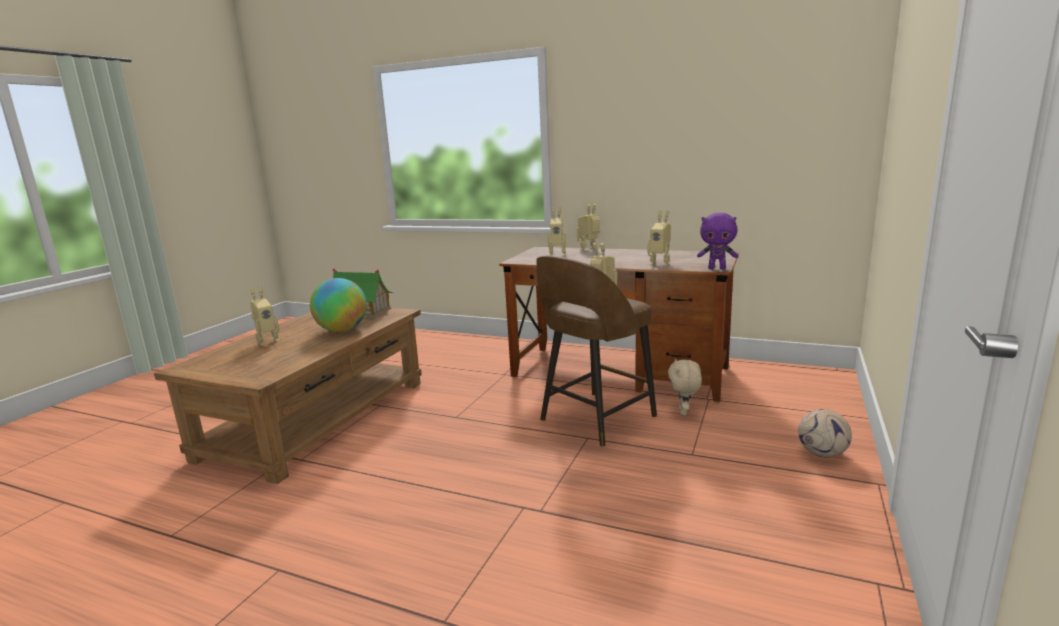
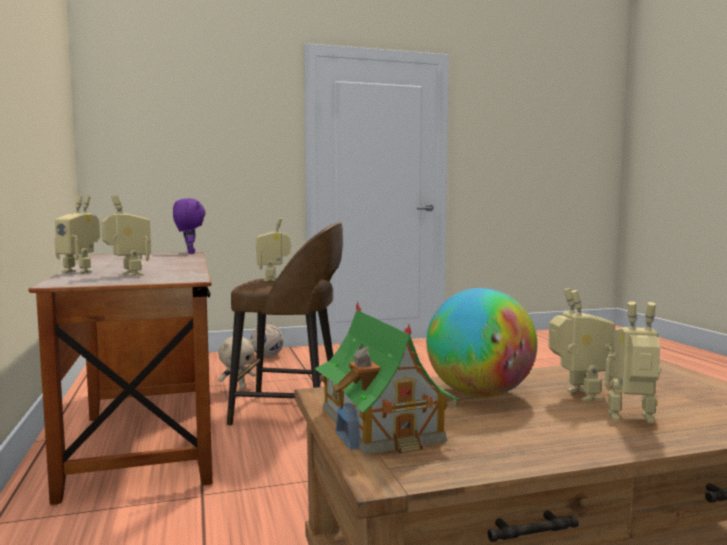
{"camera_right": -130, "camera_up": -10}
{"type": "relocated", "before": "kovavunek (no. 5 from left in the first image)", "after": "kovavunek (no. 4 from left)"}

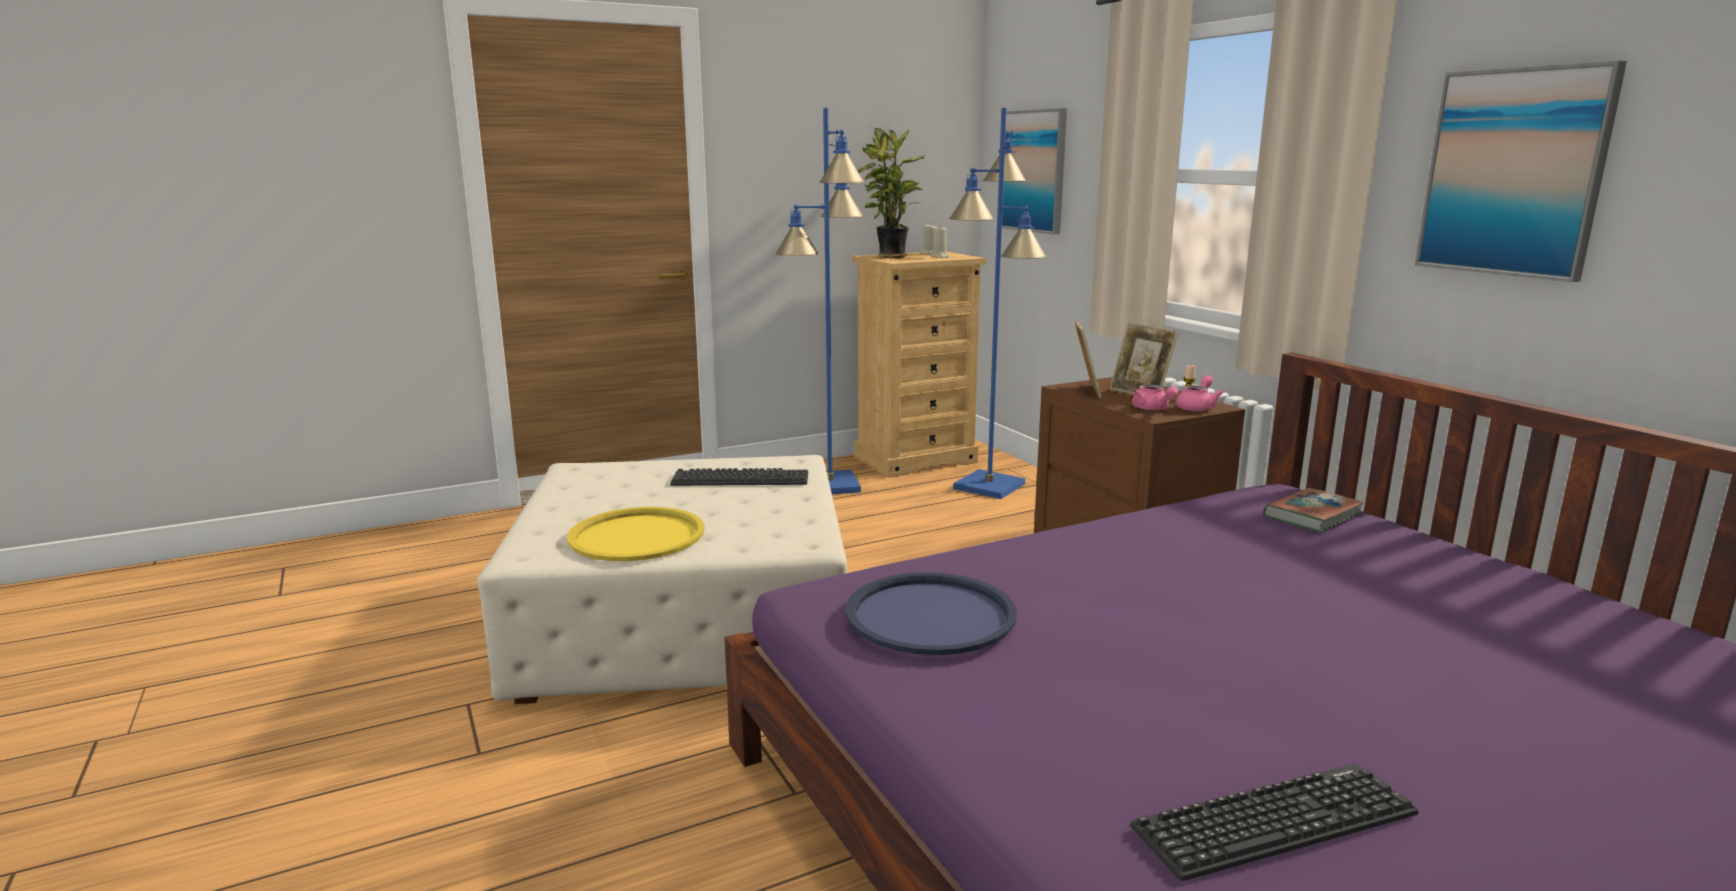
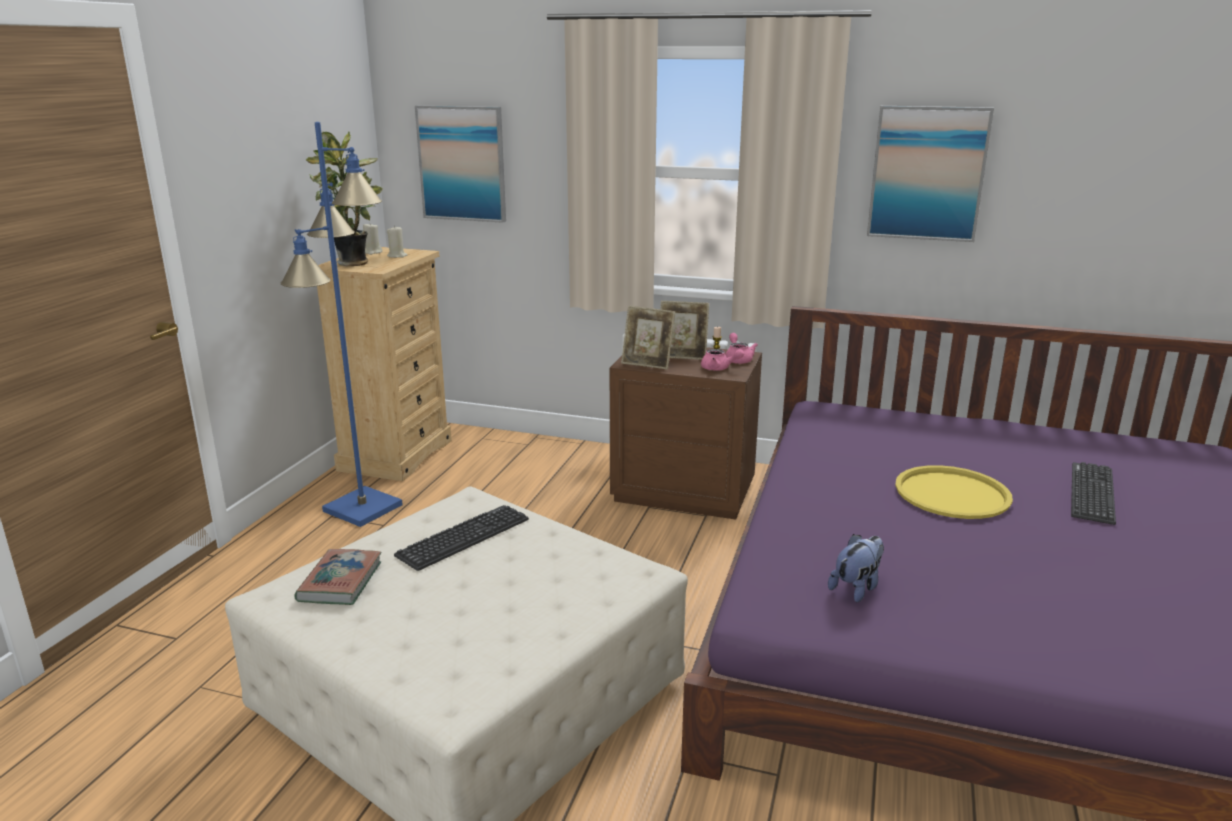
{"camera_right": -45, "camera_up": 5}
{"type": "relocated", "before": "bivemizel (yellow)"}
{"type": "exchanged", "before": "bivemizel (blue)", "after": "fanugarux"}
{"type": "missing", "before": "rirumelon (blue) (no. 2 from left)"}
{"type": "spun", "before": "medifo (no. 1 from left)", "turn": 150}
{"type": "relocated", "before": "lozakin (no. 2 from left)"}
{"type": "relocated", "before": "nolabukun"}

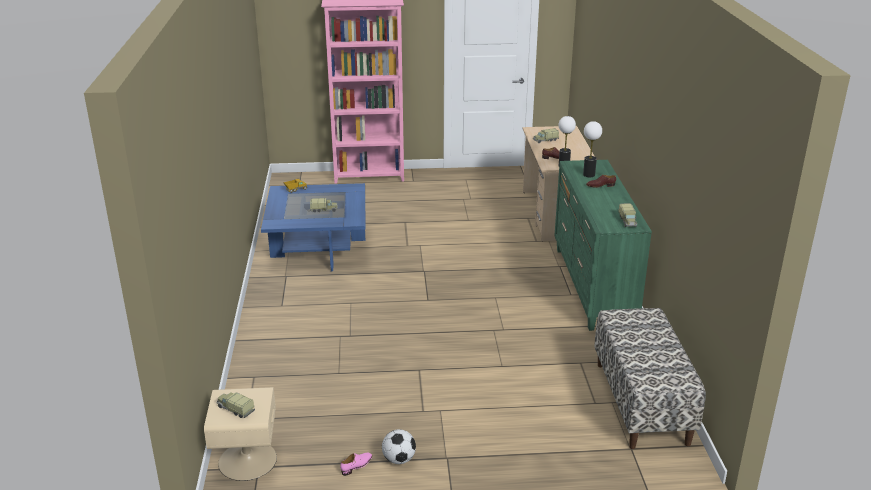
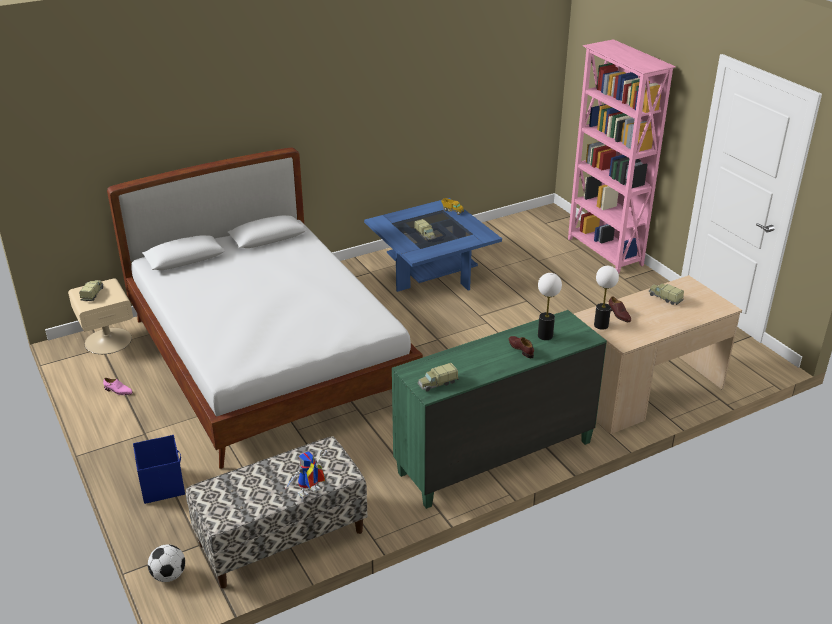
{"camera_right": 65, "camera_up": 5}
{"type": "relocated", "before": "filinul"}
{"type": "appeared", "after": "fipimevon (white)"}
{"type": "appeared", "after": "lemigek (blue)"}
{"type": "appeared", "after": "kovavunek"}

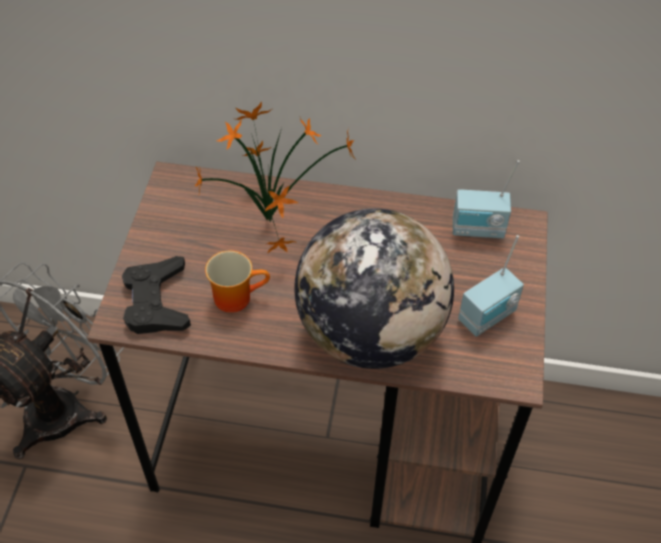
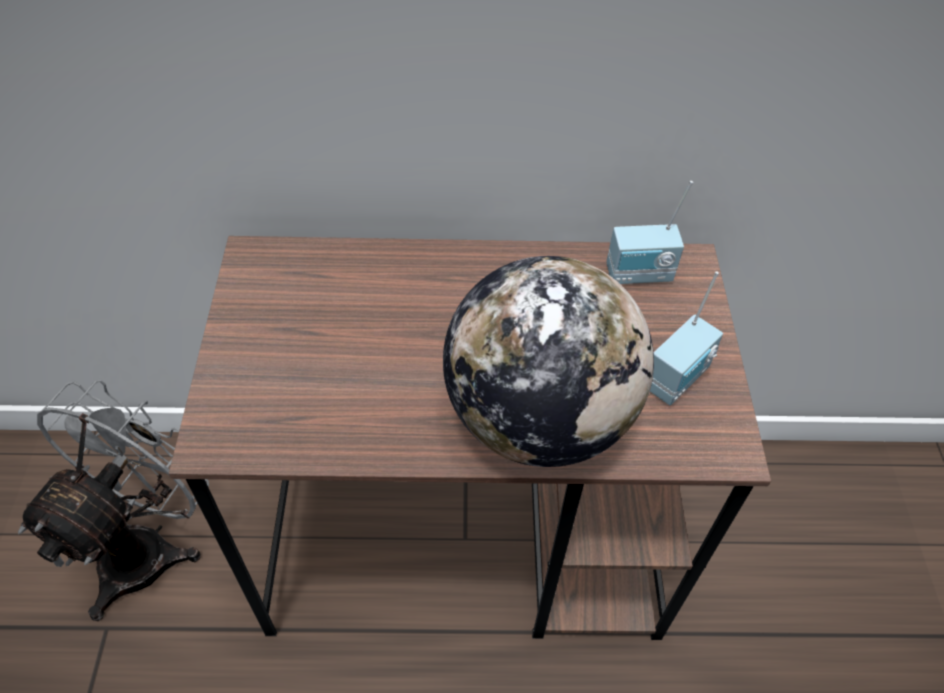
{"camera_right": -10, "camera_up": 0}
{"type": "missing", "before": "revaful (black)"}
{"type": "missing", "before": "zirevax"}
{"type": "missing", "before": "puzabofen"}

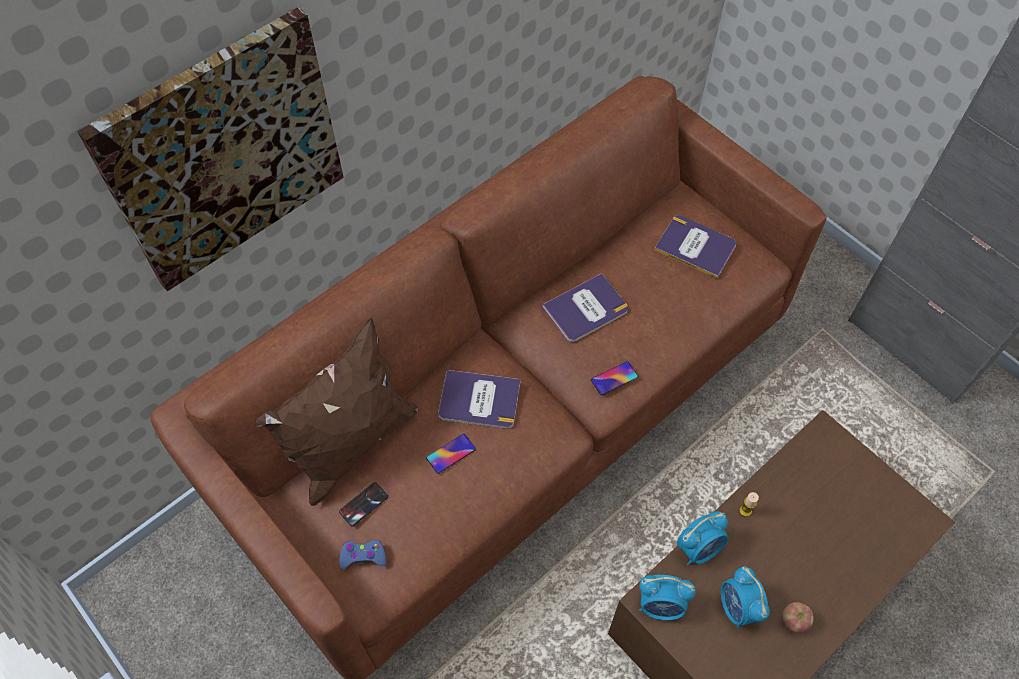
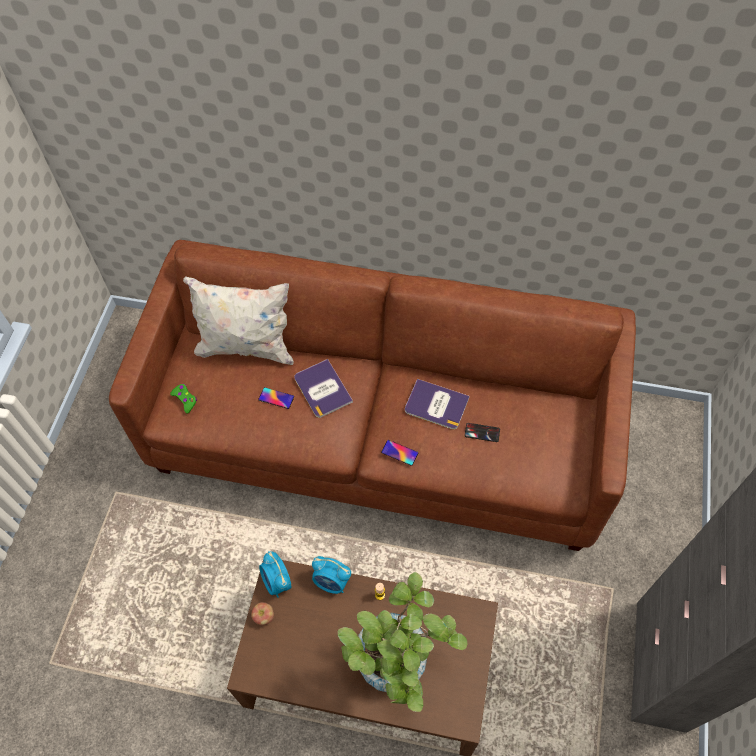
{"camera_right": 55, "camera_up": 0}
{"type": "missing", "before": "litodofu"}
{"type": "colour", "before": "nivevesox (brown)", "after": "nivevesox (white)"}
{"type": "relocated", "before": "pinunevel (no. 1 from left in the first image)", "after": "pinunevel (no. 3 from left)"}
{"type": "colour", "before": "revaful (blue)", "after": "revaful (green)"}
{"type": "missing", "before": "nolabukun (no. 3 from left)"}
{"type": "missing", "before": "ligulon (no. 3 from left)"}
{"type": "relocated", "before": "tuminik"}
{"type": "appeared", "after": "zirevax"}

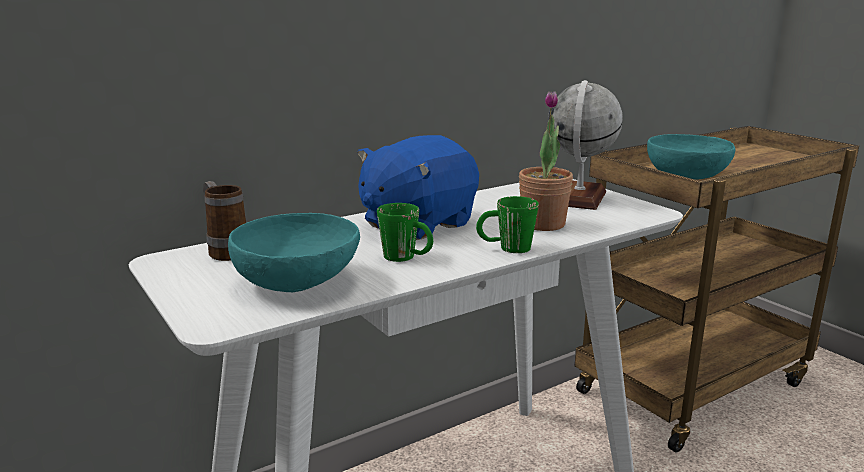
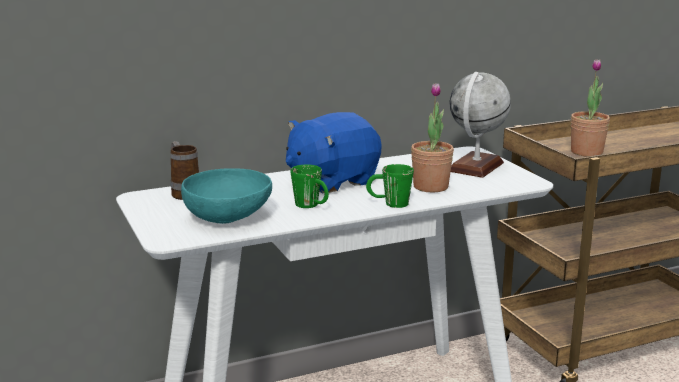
{"camera_right": 10, "camera_up": 0}
{"type": "exchanged", "before": "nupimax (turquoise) (no. 2 from left)", "after": "zirevax (no. 2 from left)"}

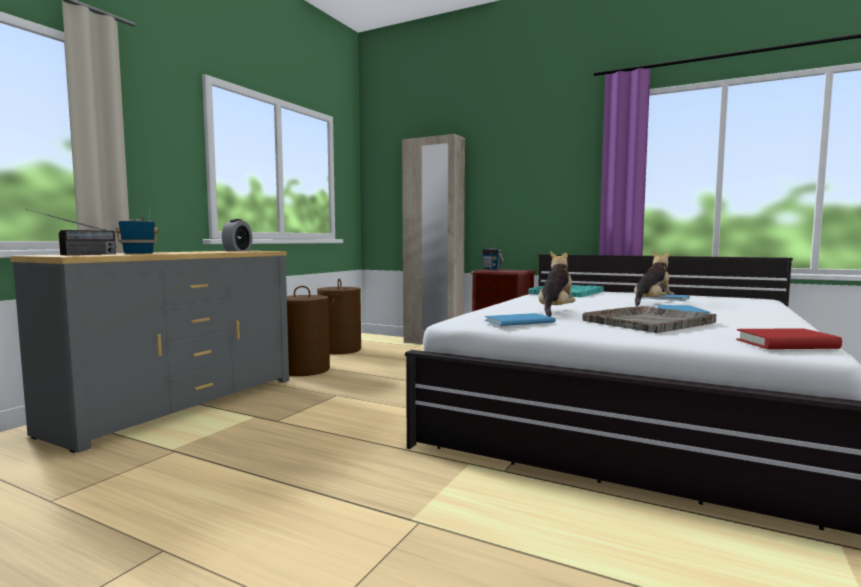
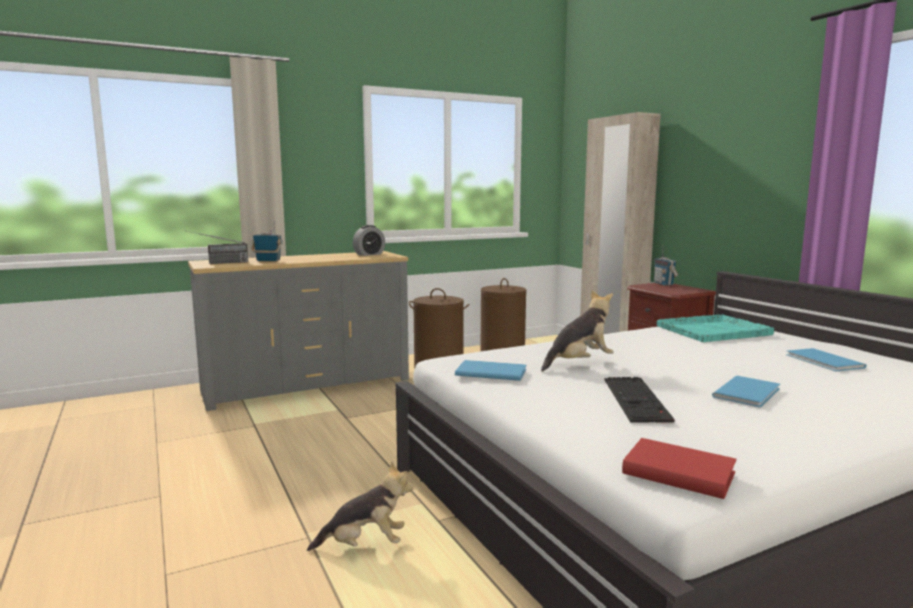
{"camera_right": 35, "camera_up": 5}
{"type": "exchanged", "before": "bivemizel (grey)", "after": "lozakin"}
{"type": "relocated", "before": "fanugarux (no. 2 from left in the first image)", "after": "fanugarux (no. 1 from left)"}

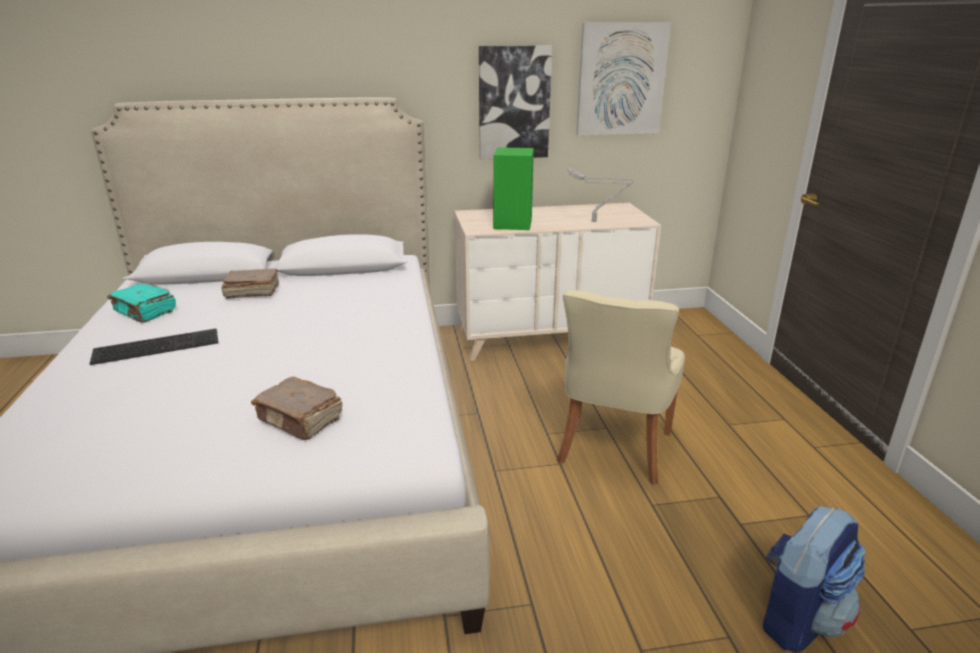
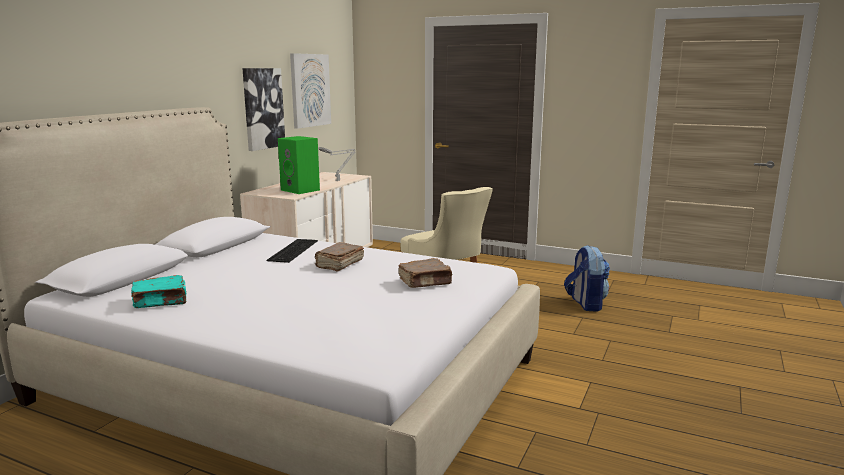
{"camera_right": -55, "camera_up": -10}
{"type": "relocated", "before": "lozakin"}
{"type": "relocated", "before": "nolabukun (brown) (no. 1 from left)"}

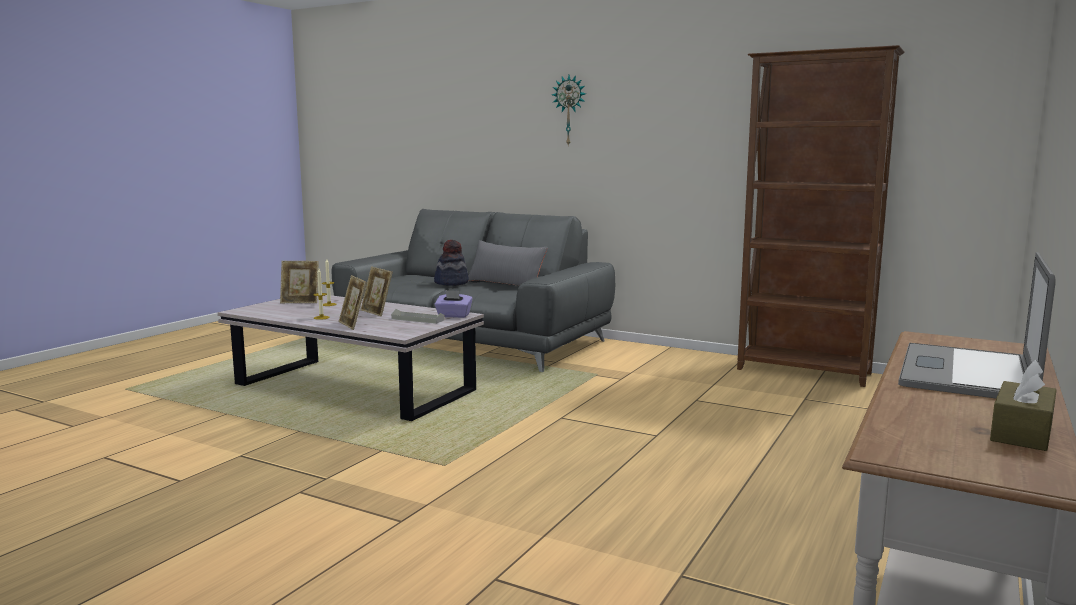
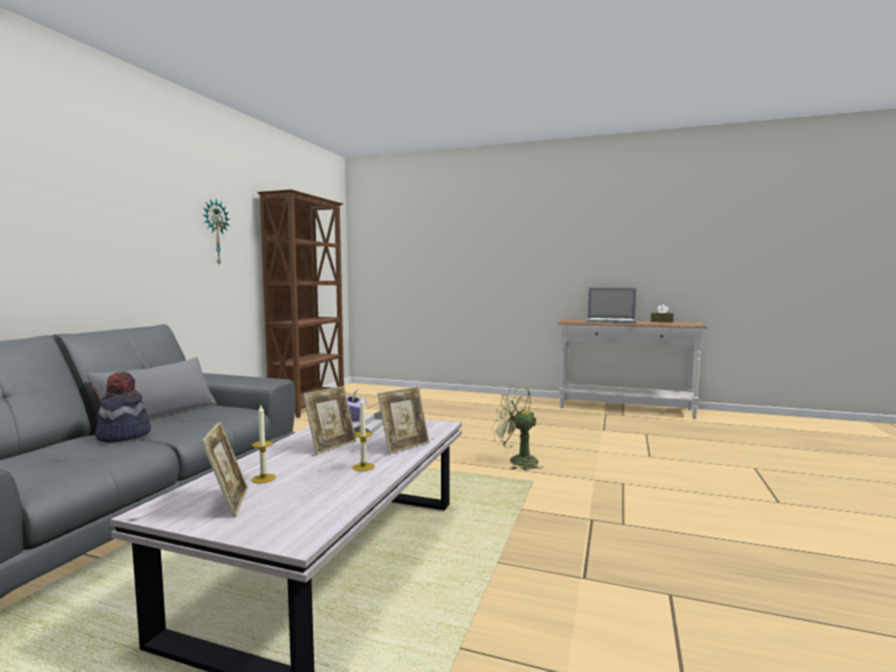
{"camera_right": -100, "camera_up": -5}
{"type": "relocated", "before": "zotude"}
{"type": "appeared", "after": "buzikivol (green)"}

